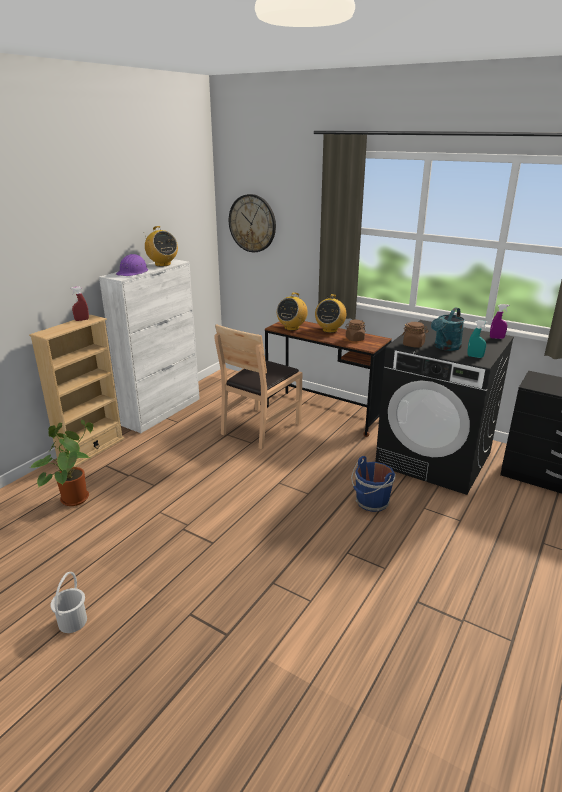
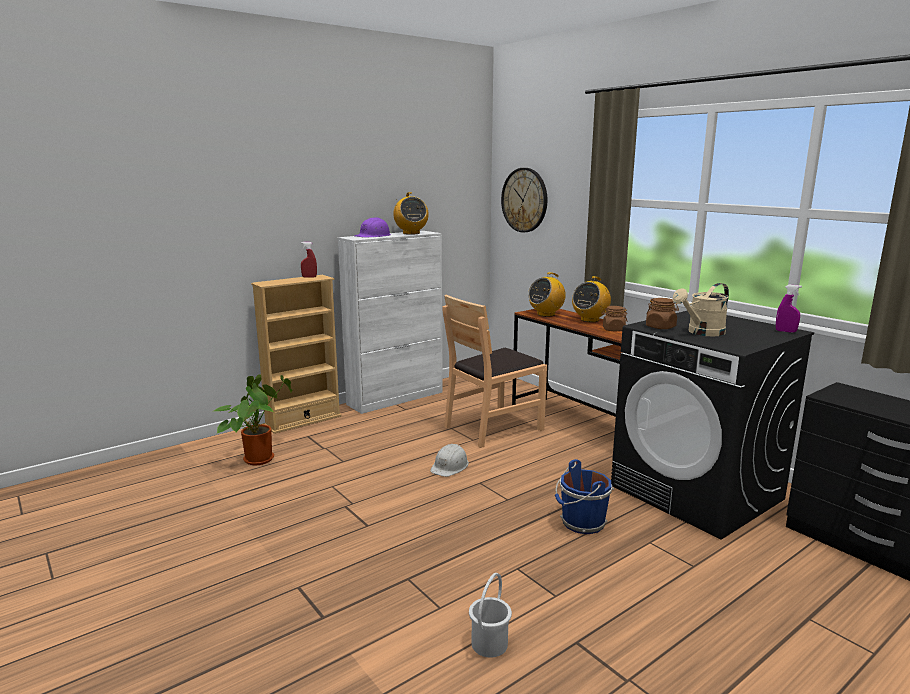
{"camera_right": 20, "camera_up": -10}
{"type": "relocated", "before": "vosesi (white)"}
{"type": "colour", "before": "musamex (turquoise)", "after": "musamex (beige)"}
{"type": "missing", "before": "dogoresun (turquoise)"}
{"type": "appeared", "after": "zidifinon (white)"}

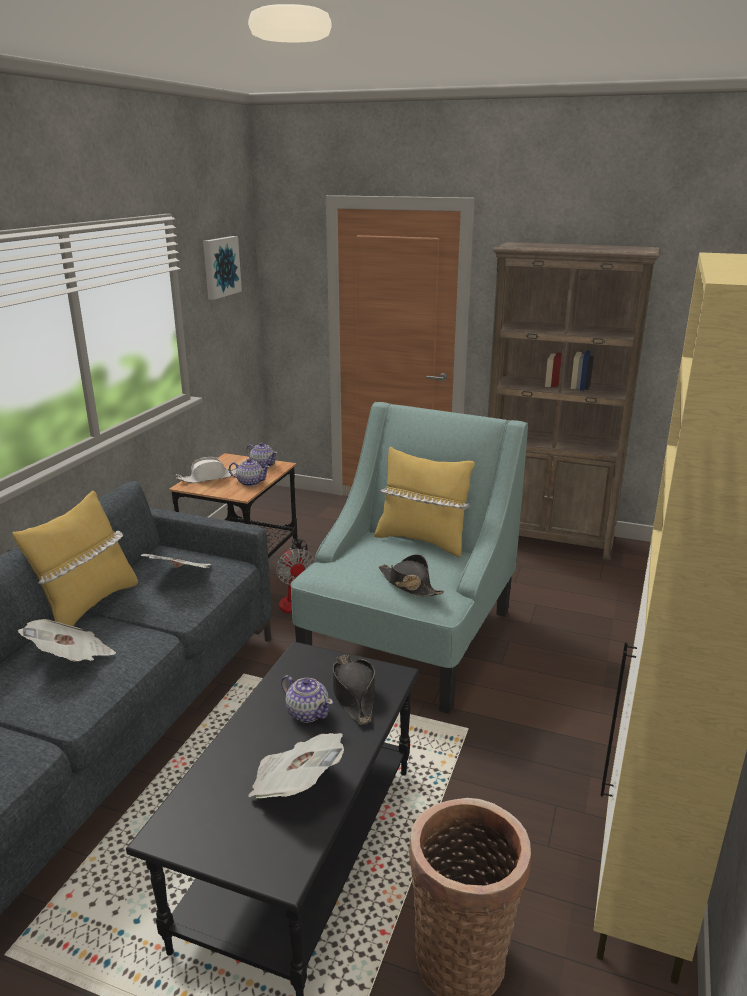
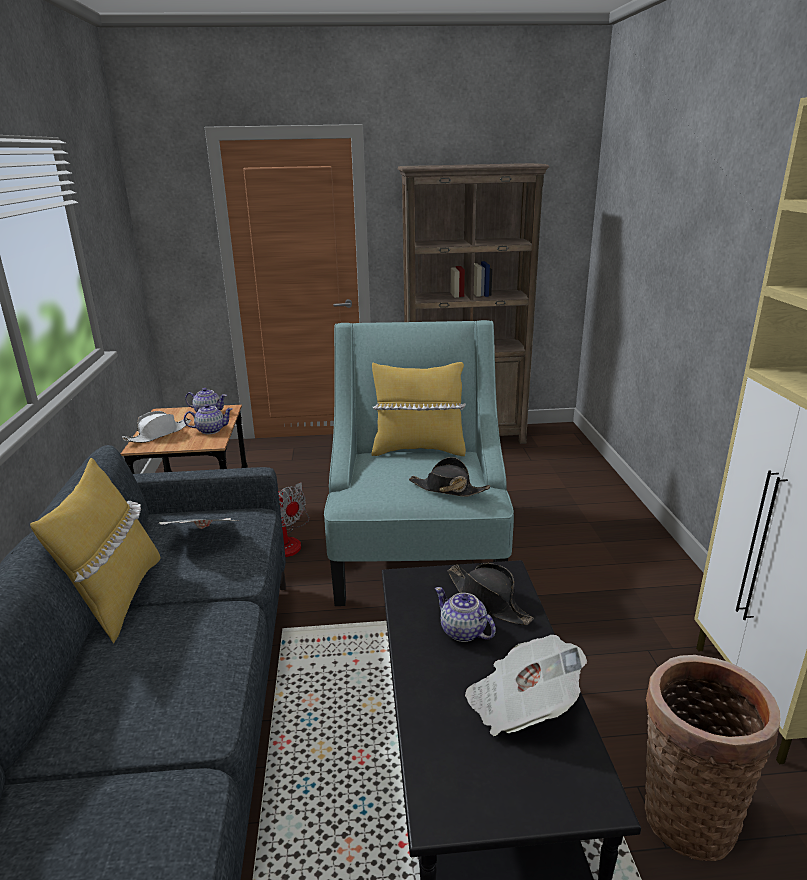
{"camera_right": -25, "camera_up": 0}
{"type": "missing", "before": "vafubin (no. 1 from left)"}
{"type": "missing", "before": "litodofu"}
{"type": "spun", "before": "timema (no. 3 from left)", "turn": -150}

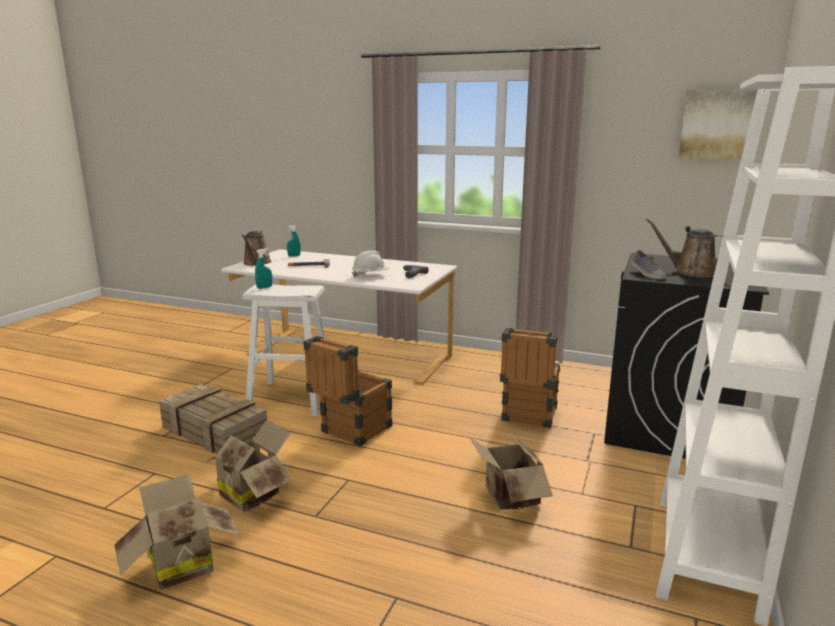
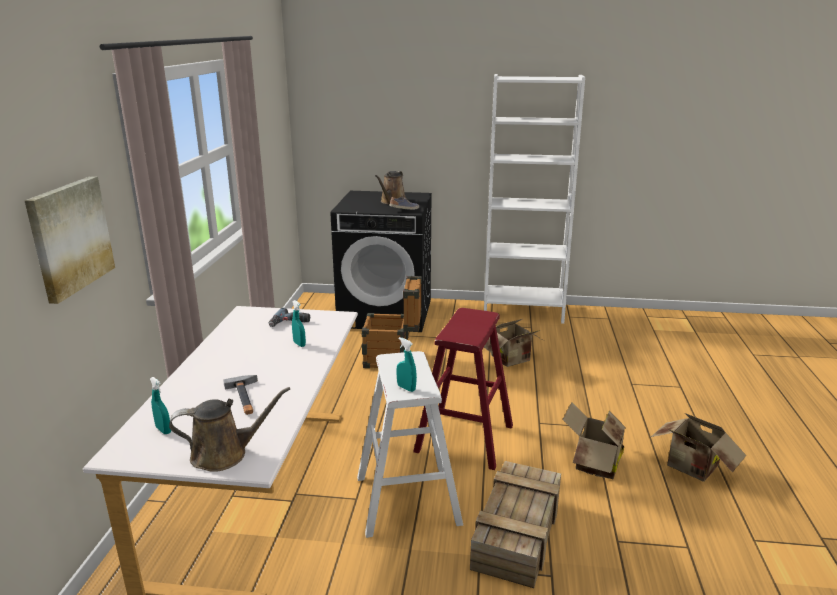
{"camera_right": -105, "camera_up": 5}
{"type": "exchanged", "before": "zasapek (no. 2 from left)", "after": "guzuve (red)"}
{"type": "exchanged", "before": "zidifinon (white)", "after": "dogoresun (turquoise) (no. 2 from left)"}
{"type": "relocated", "before": "litodofu"}

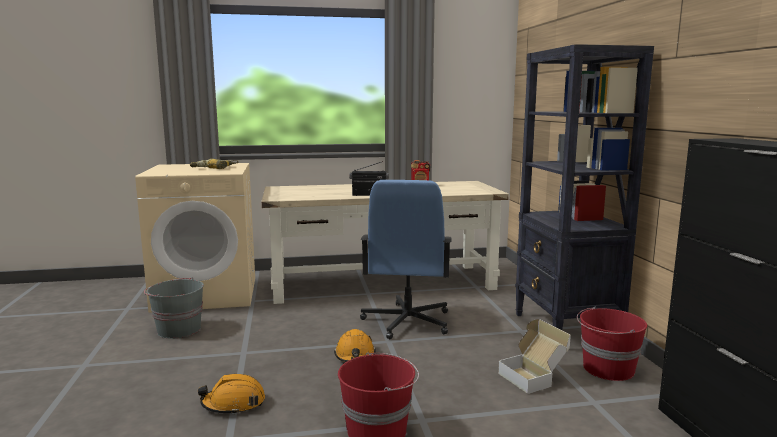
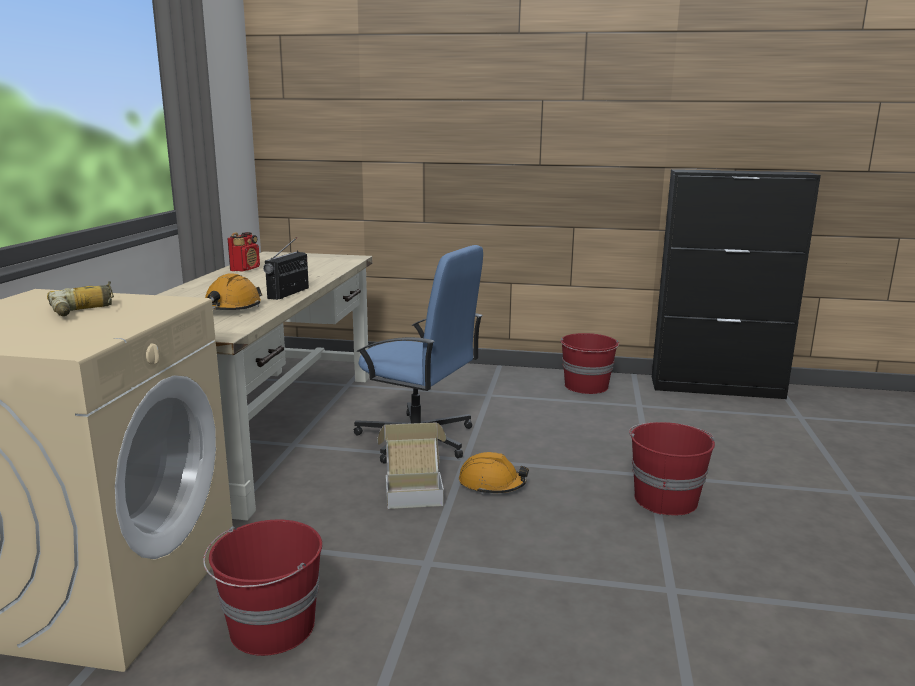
{"camera_right": -70, "camera_up": 5}
{"type": "colour", "before": "vosesi (grey)", "after": "vosesi (red) (no. 1 from left)"}
{"type": "relocated", "before": "zidifinon (orange) (no. 1 from left)"}
{"type": "relocated", "before": "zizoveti"}
{"type": "missing", "before": "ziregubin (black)"}

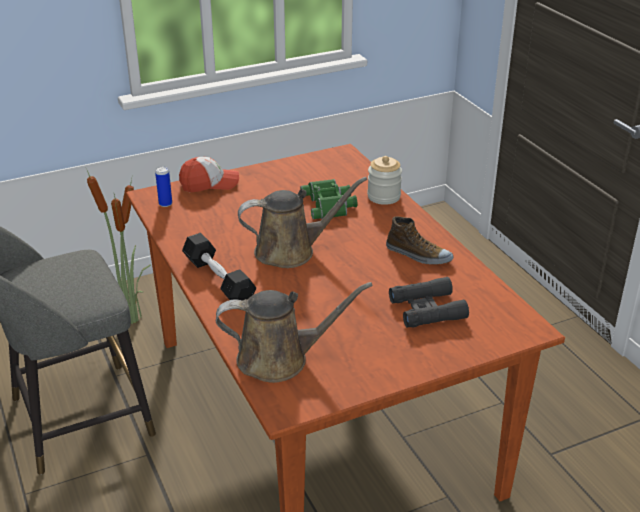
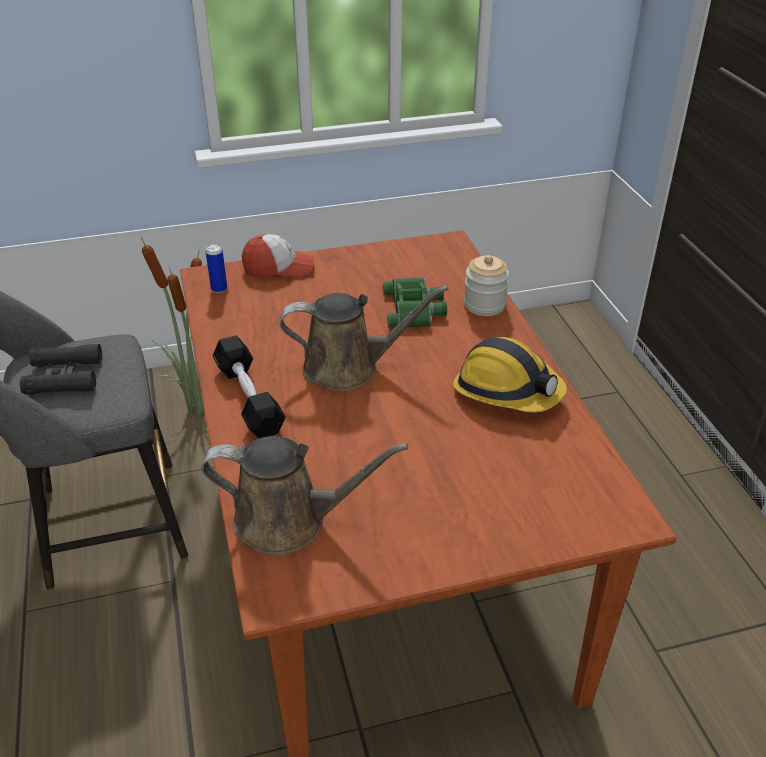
{"camera_right": 10, "camera_up": 5}
{"type": "exchanged", "before": "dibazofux", "after": "zidifinon"}
{"type": "relocated", "before": "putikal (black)"}

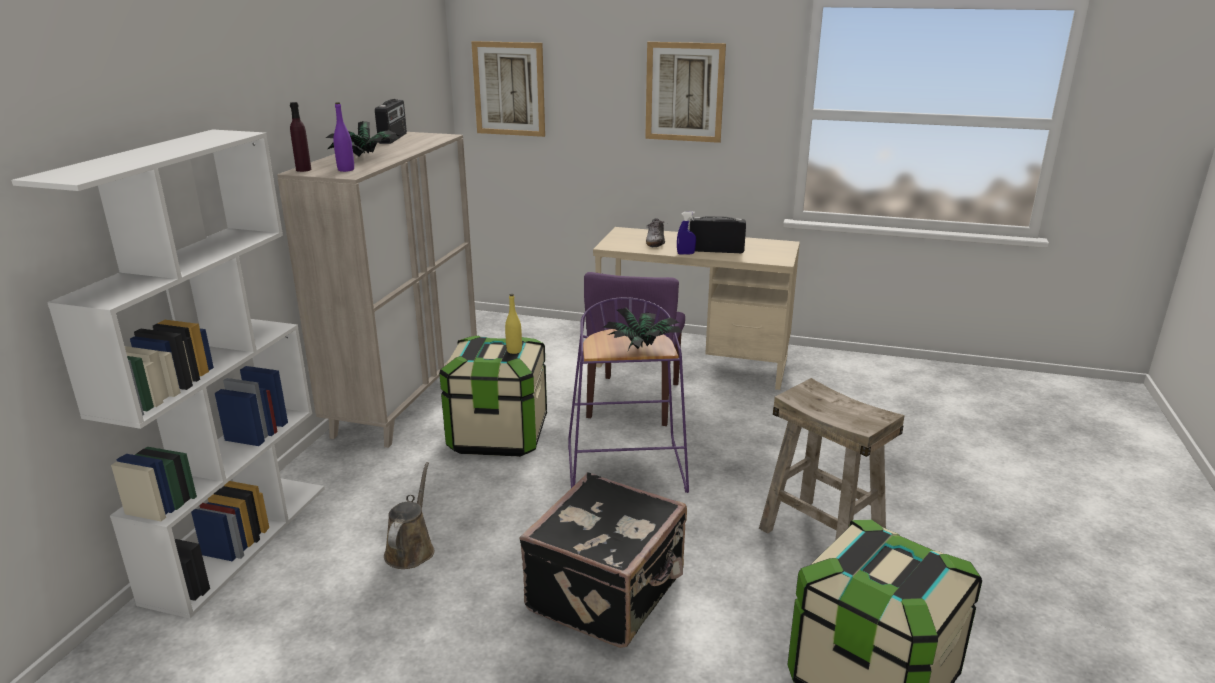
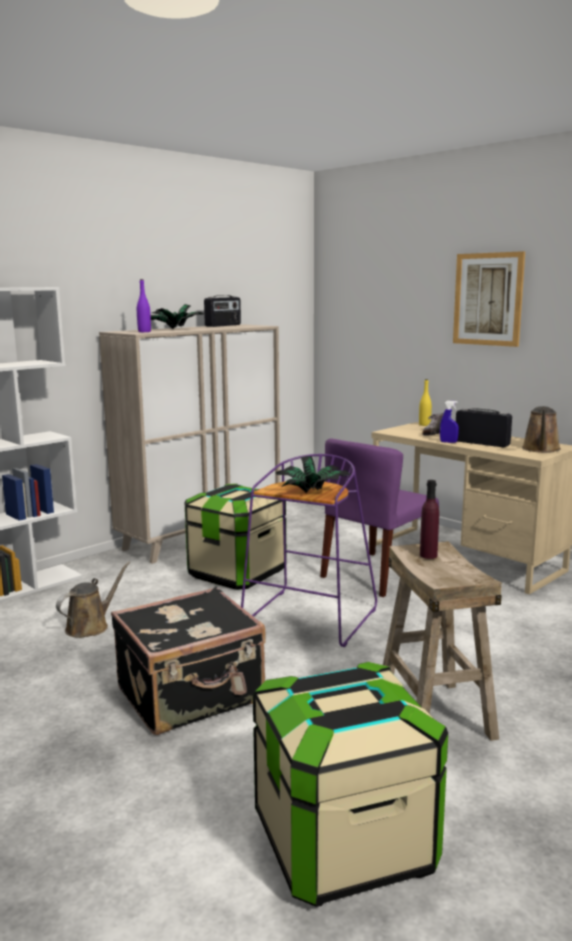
{"camera_right": 30, "camera_up": -10}
{"type": "relocated", "before": "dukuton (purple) (no. 1 from left in the first image)", "after": "dukuton (purple) (no. 2 from left)"}
{"type": "missing", "before": "litodofu (no. 1 from left)"}
{"type": "relocated", "before": "dukuton (yellow)"}
{"type": "appeared", "after": "musamex (brown) (no. 2 from left)"}

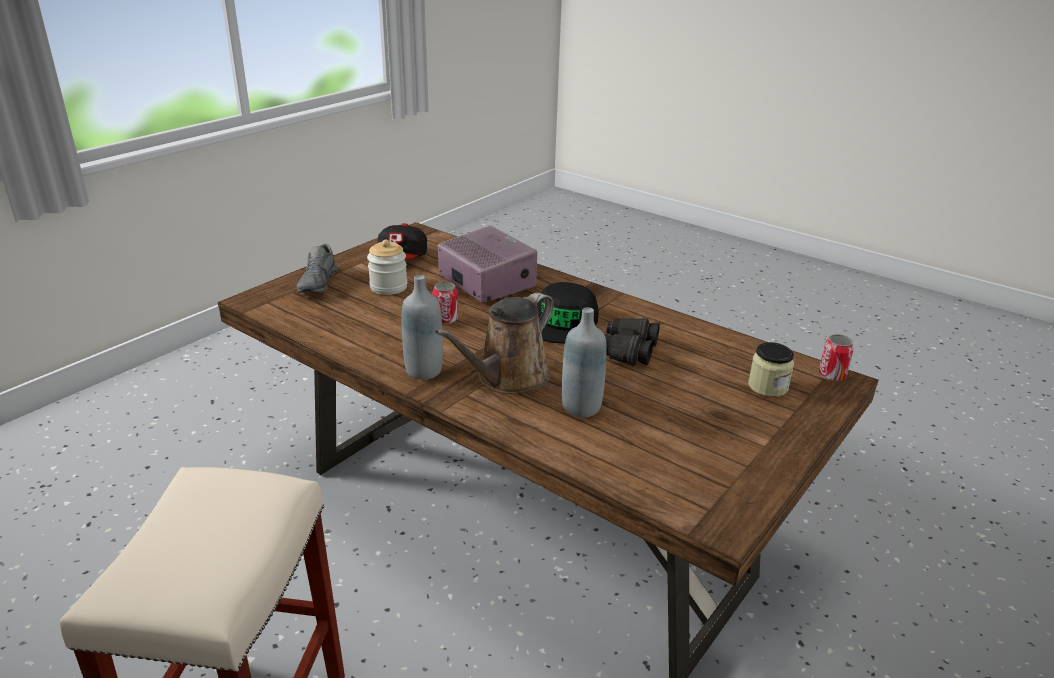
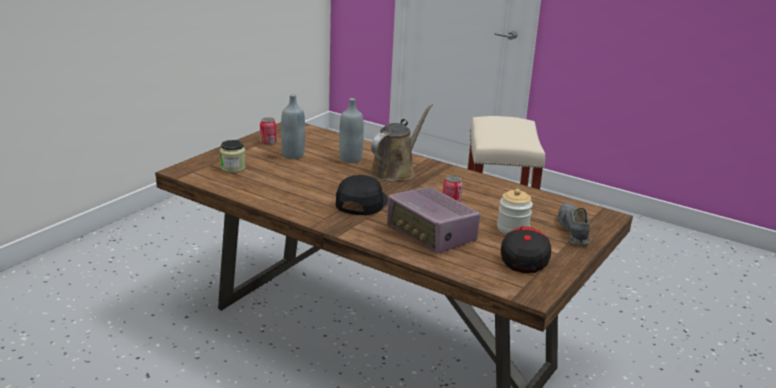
{"camera_right": 175, "camera_up": -5}
{"type": "relocated", "before": "dukuton (grey) (no. 1 from left)"}
{"type": "missing", "before": "putikal (black)"}
{"type": "relocated", "before": "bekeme (no. 2 from left in the first image)", "after": "bekeme (no. 1 from left)"}

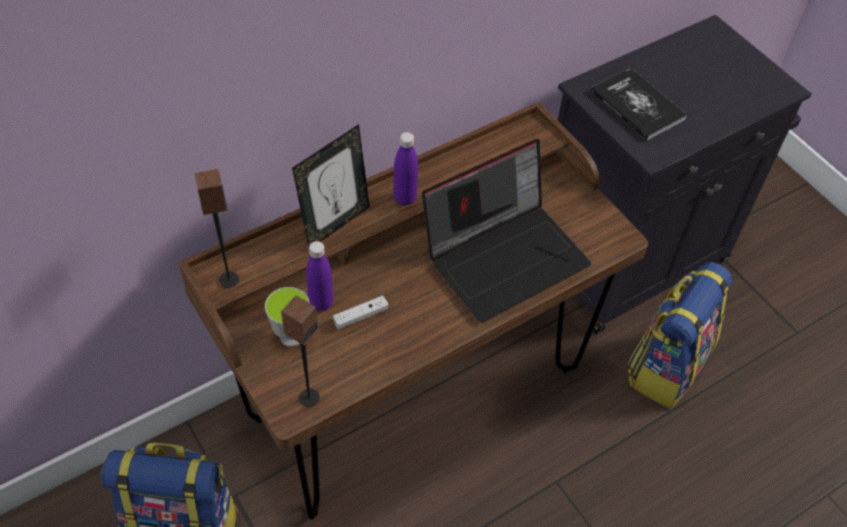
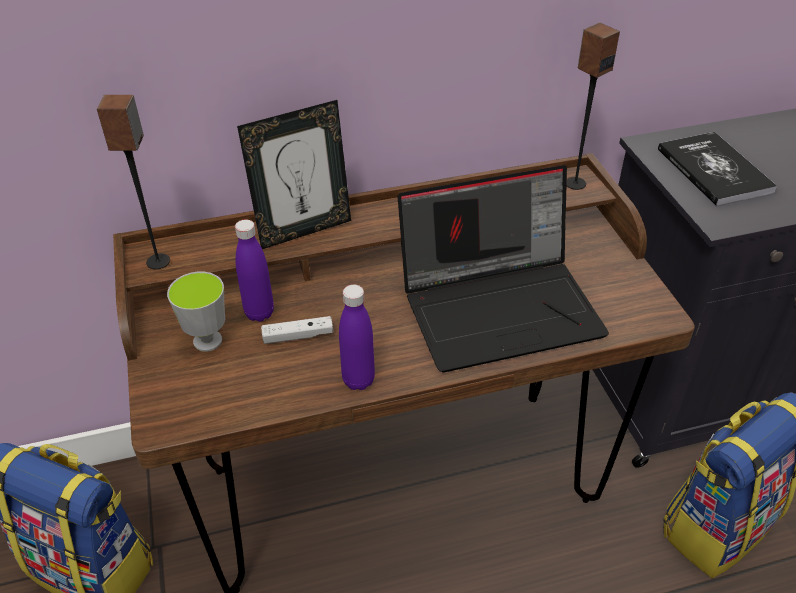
{"camera_right": 20, "camera_up": -10}
{"type": "relocated", "before": "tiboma (no. 2 from left)"}
{"type": "relocated", "before": "dukuton (purple) (no. 2 from left)"}

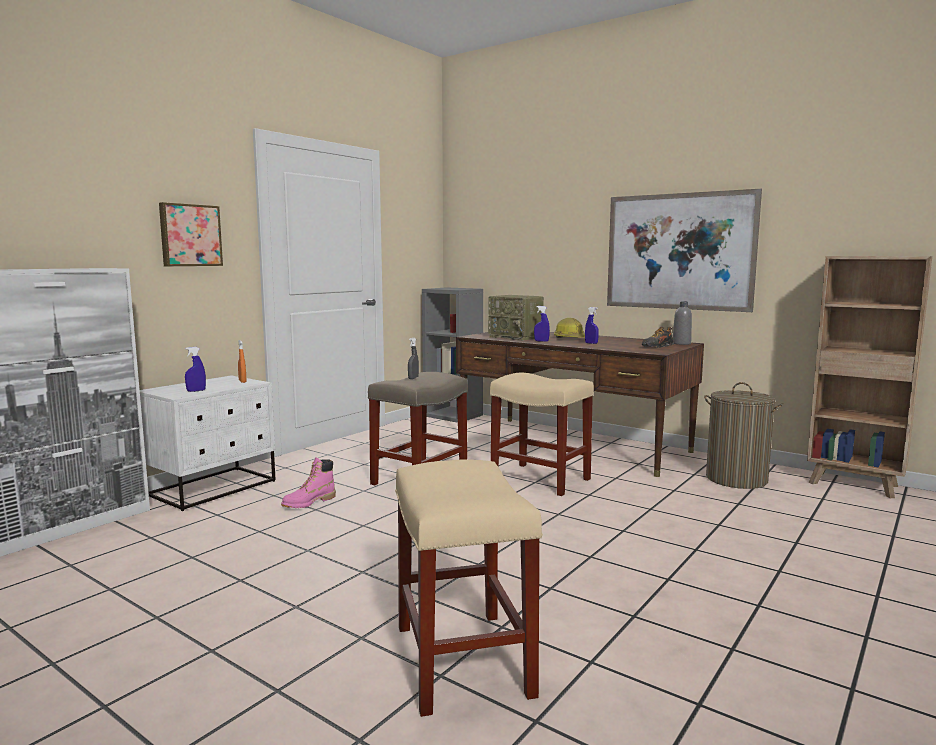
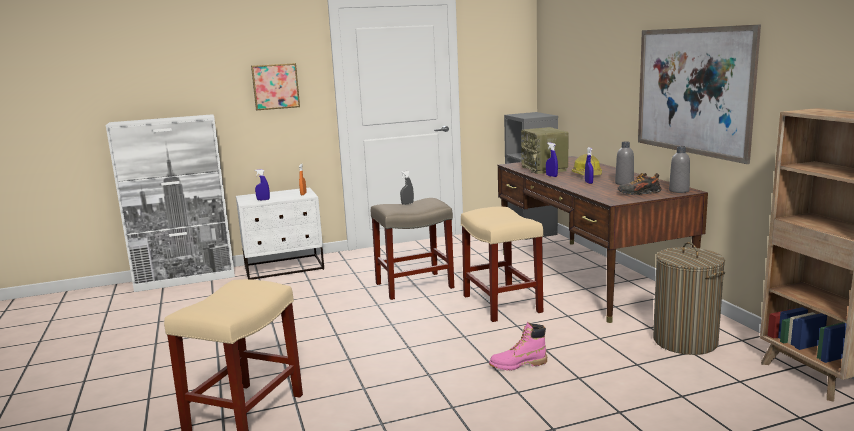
{"camera_right": 35, "camera_up": 5}
{"type": "relocated", "before": "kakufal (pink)"}
{"type": "appeared", "after": "dukuton (grey) (no. 1 from left)"}

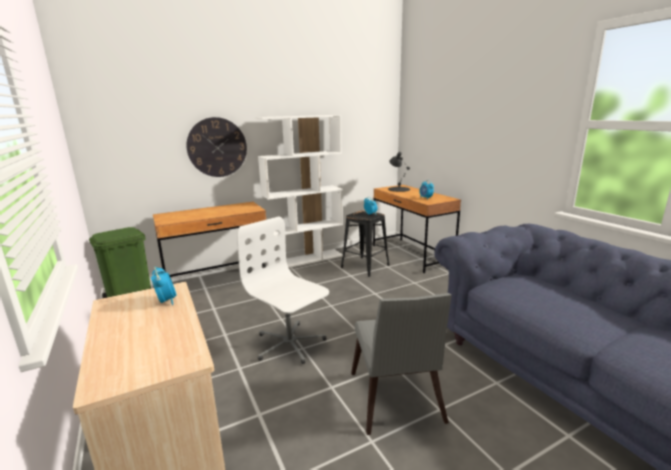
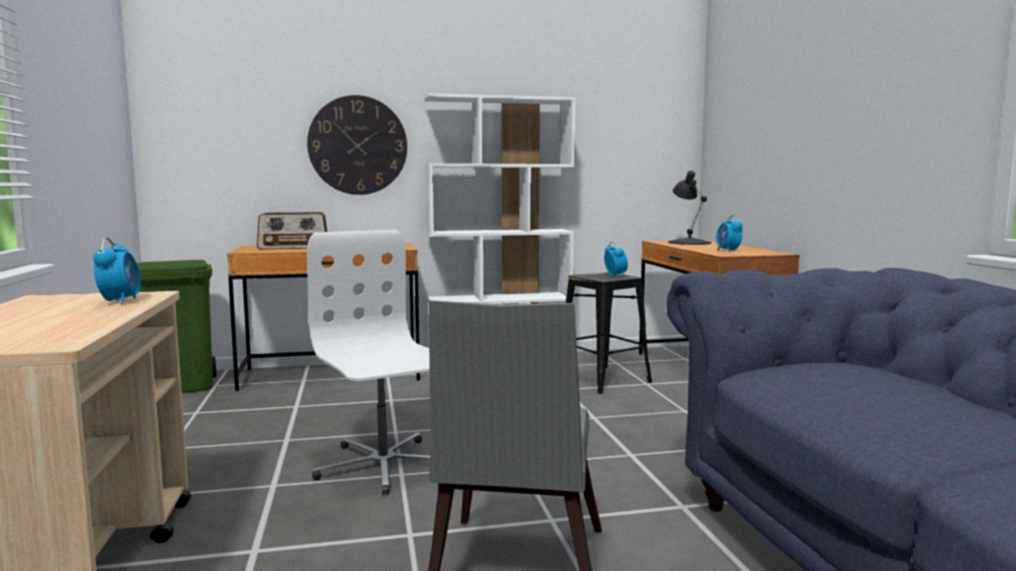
{"camera_right": 15, "camera_up": -10}
{"type": "appeared", "after": "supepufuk"}

